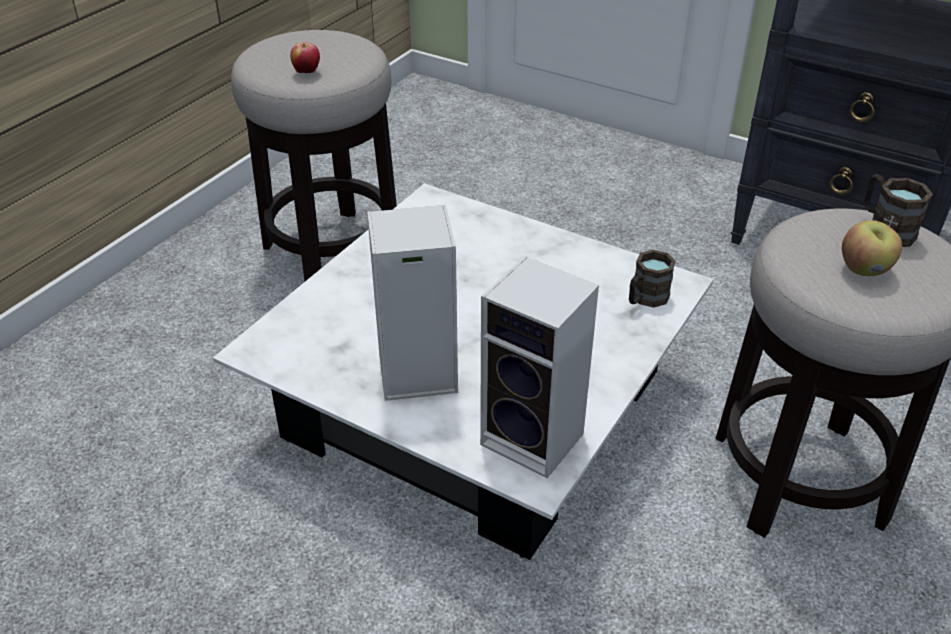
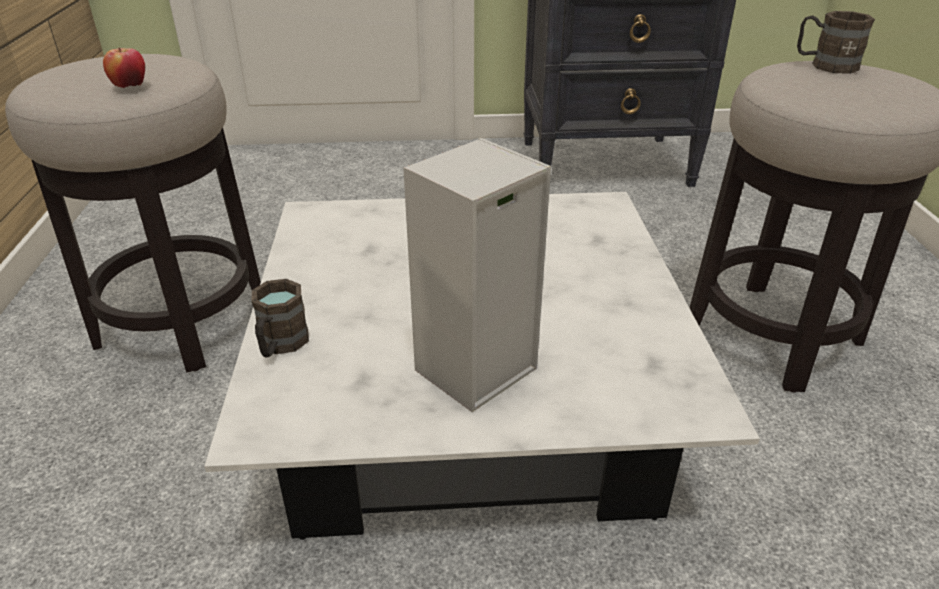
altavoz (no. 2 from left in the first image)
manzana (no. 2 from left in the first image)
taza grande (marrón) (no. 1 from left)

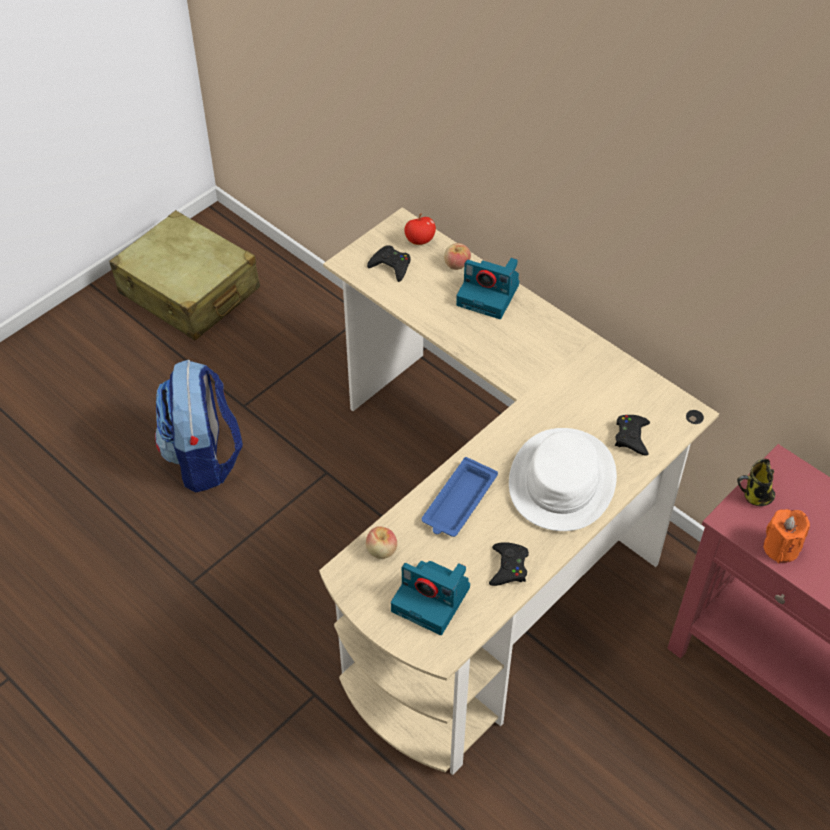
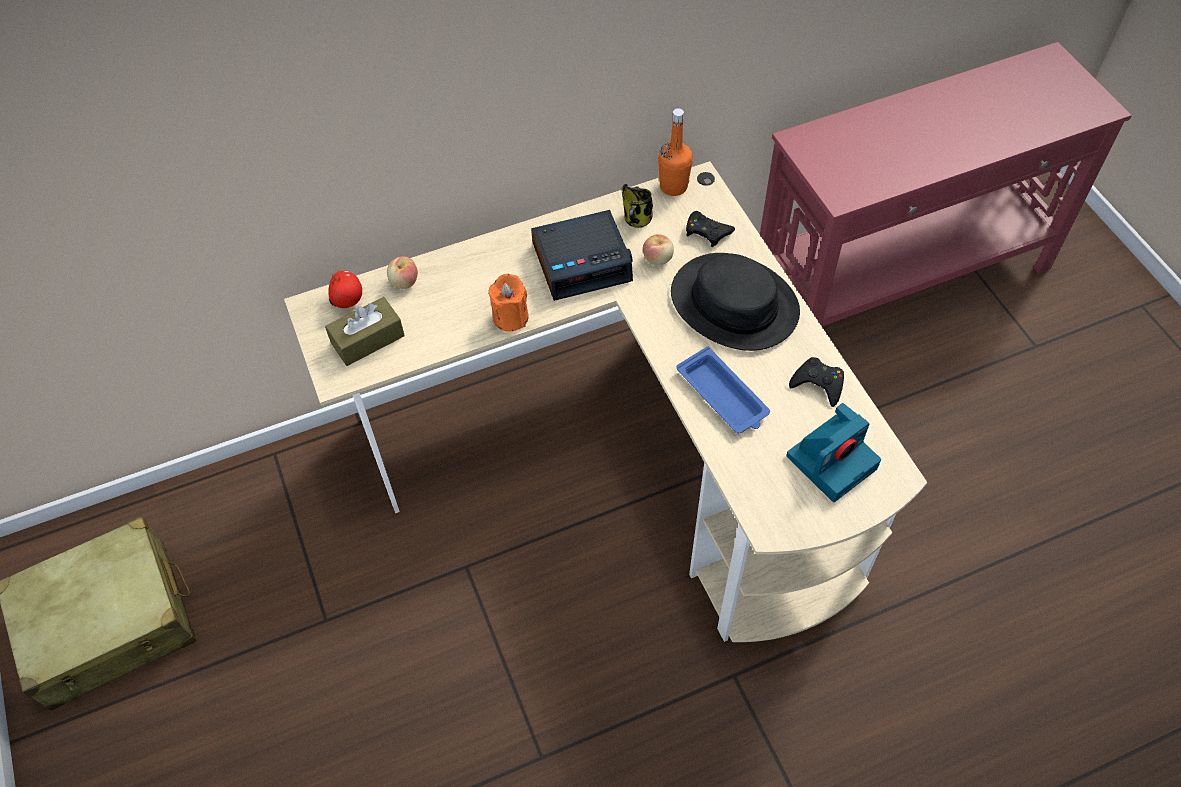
mochila
cámara (no. 2 from left in the first image)
despertador
botella (naranja)
manzana (no. 3 from left)
taza grande
vela (naranja)
caja de pañuelos (marrón)
sombrero (negro)

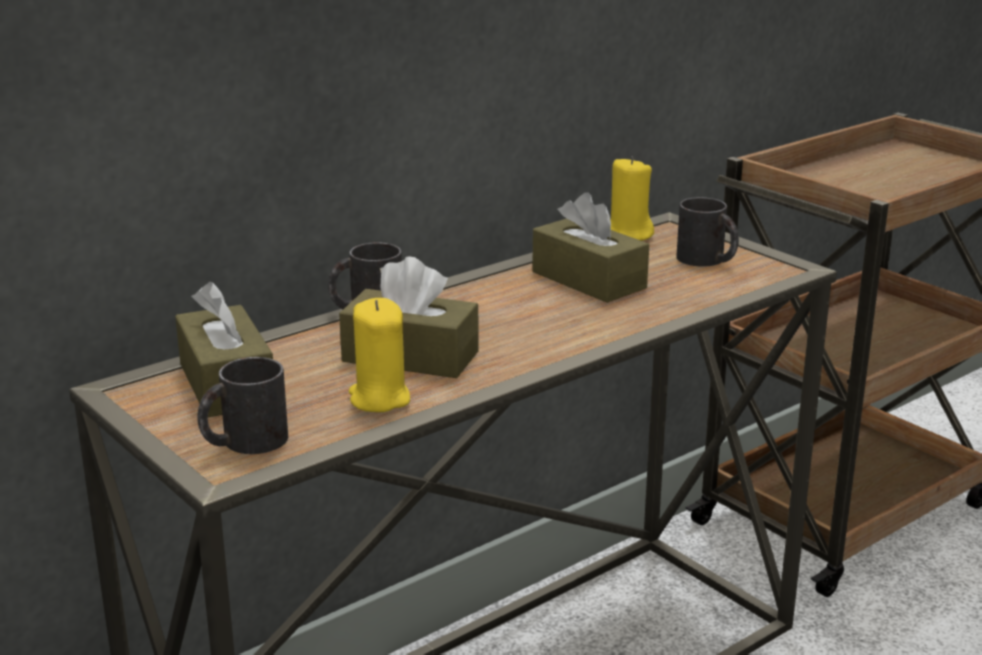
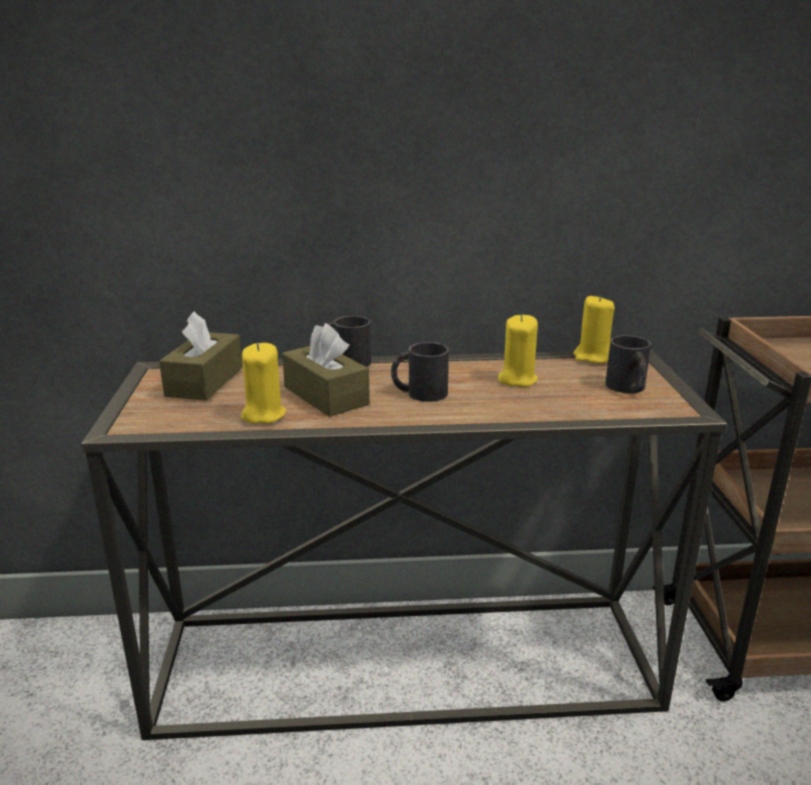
taza grande (negro) (no. 2 from left)
vela (amarillo) (no. 2 from left)

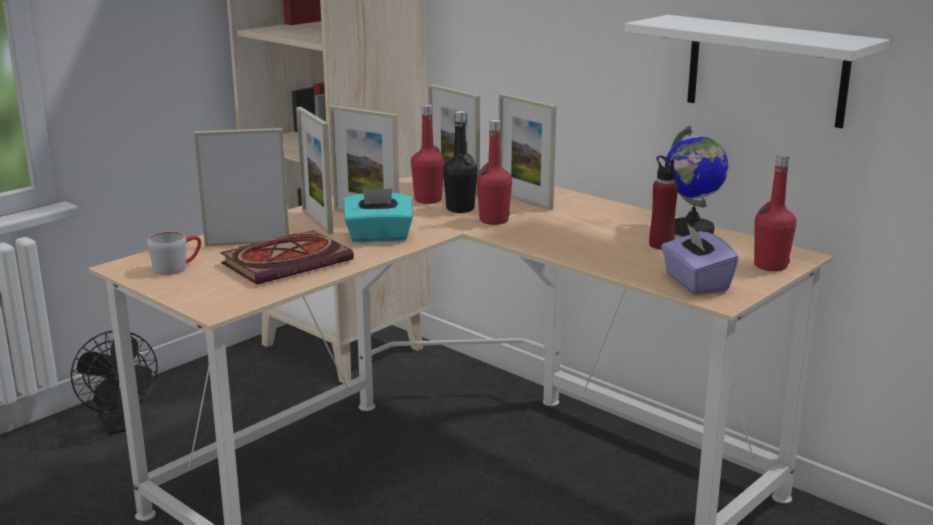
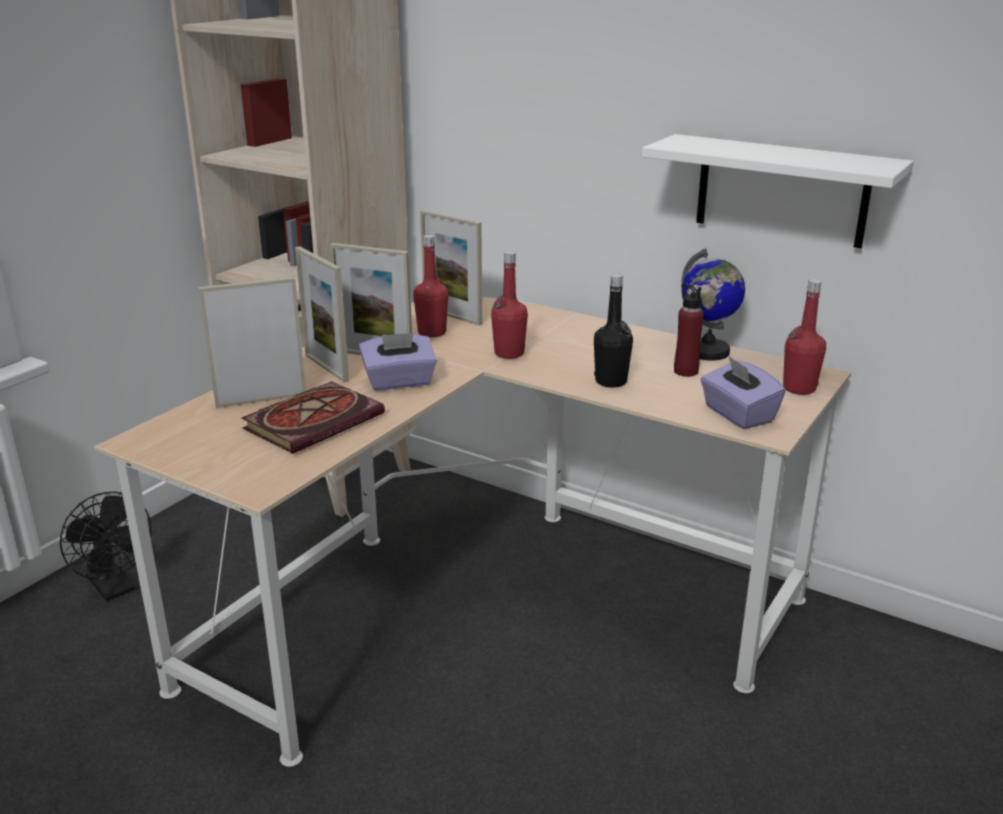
taza grande (gris)
portarretratos (no. 5 from left in the first image)
botella (negro)
caja de pañuelos (morado) (no. 1 from left)

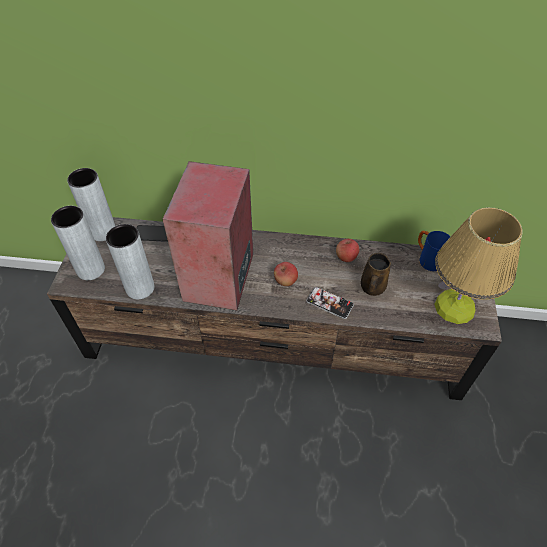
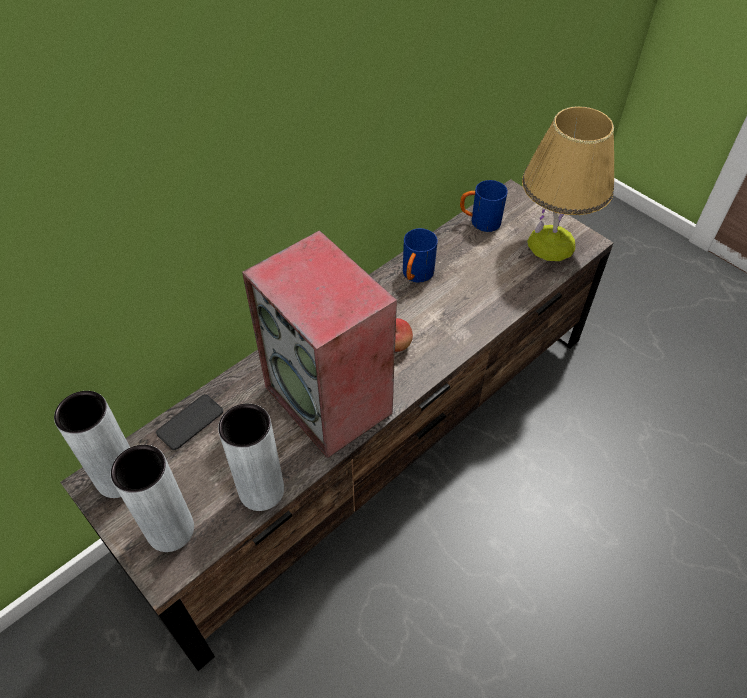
móvil (no. 2 from left in the first image)
taza grande (marrón)
taza grande (azul) (no. 1 from left)

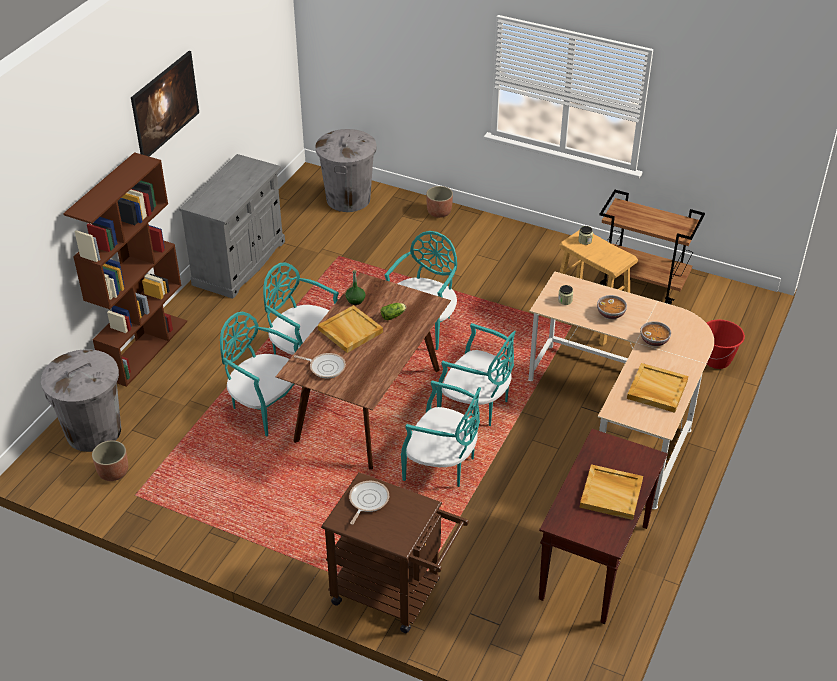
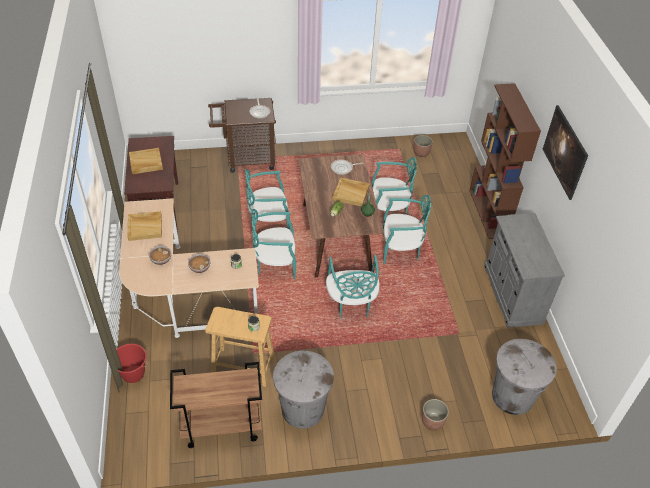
papelera (gris) (no. 1 from left)

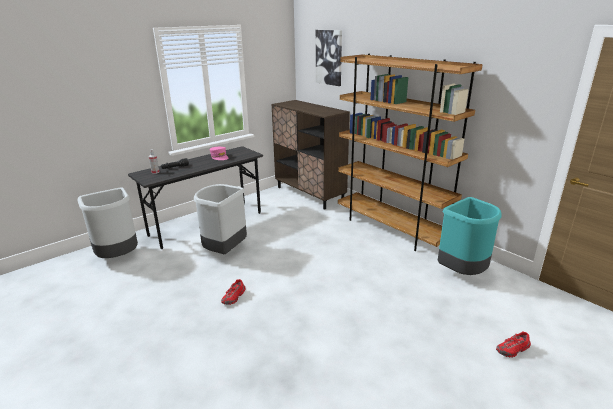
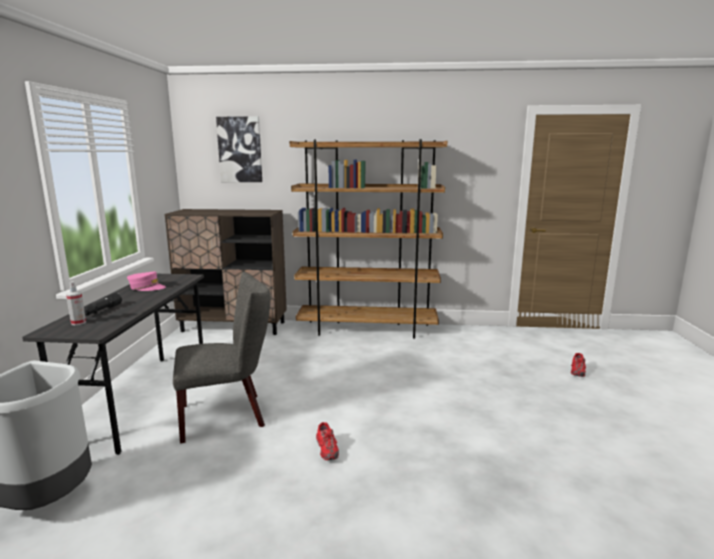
papelera (turquesa)
silla (gris)

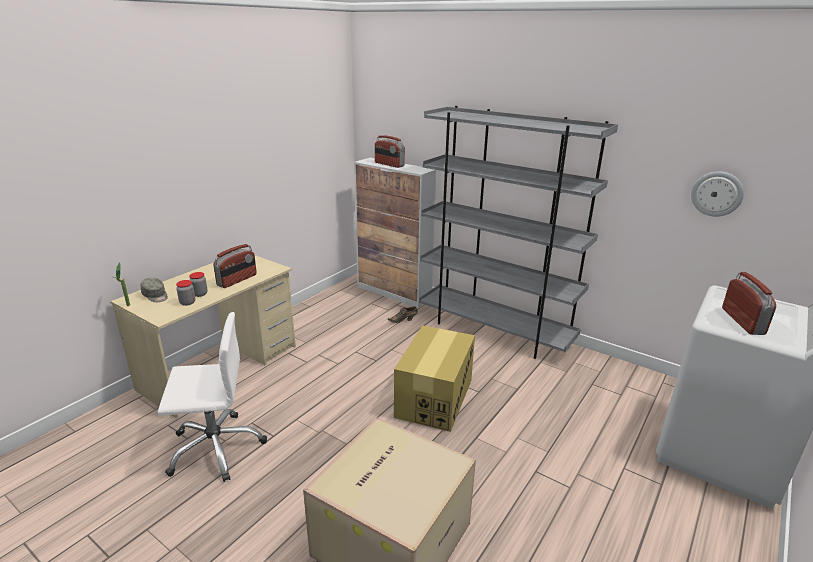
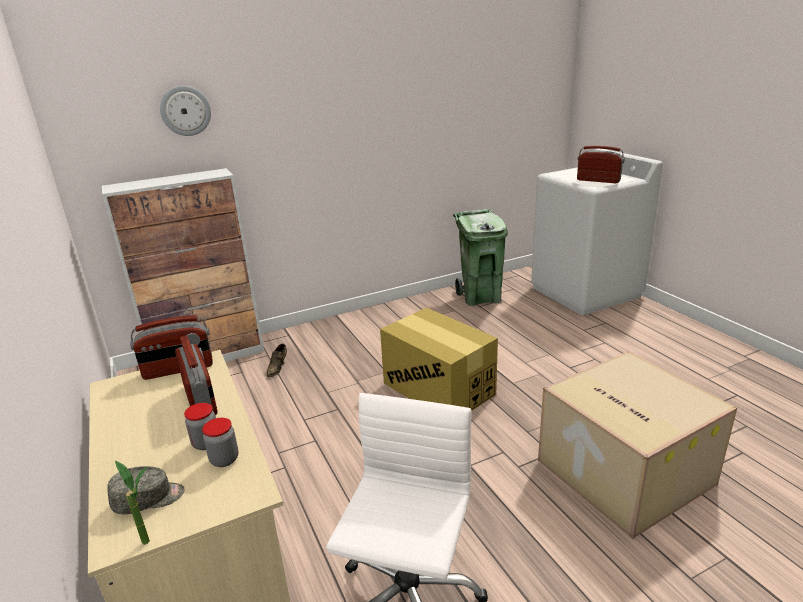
estantería (gris)
papelera (verde)
radio (no. 1 from left)
reloj de pared

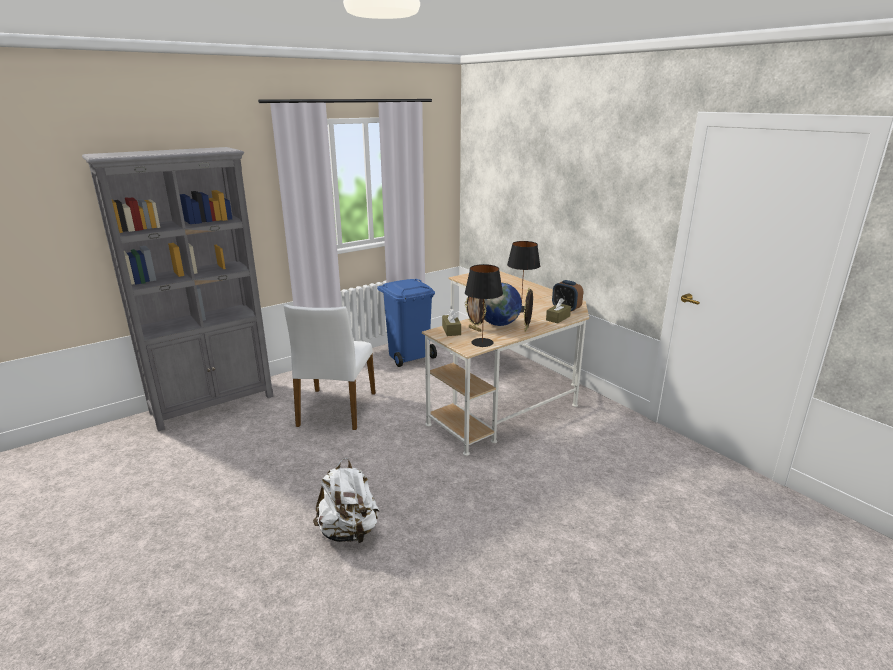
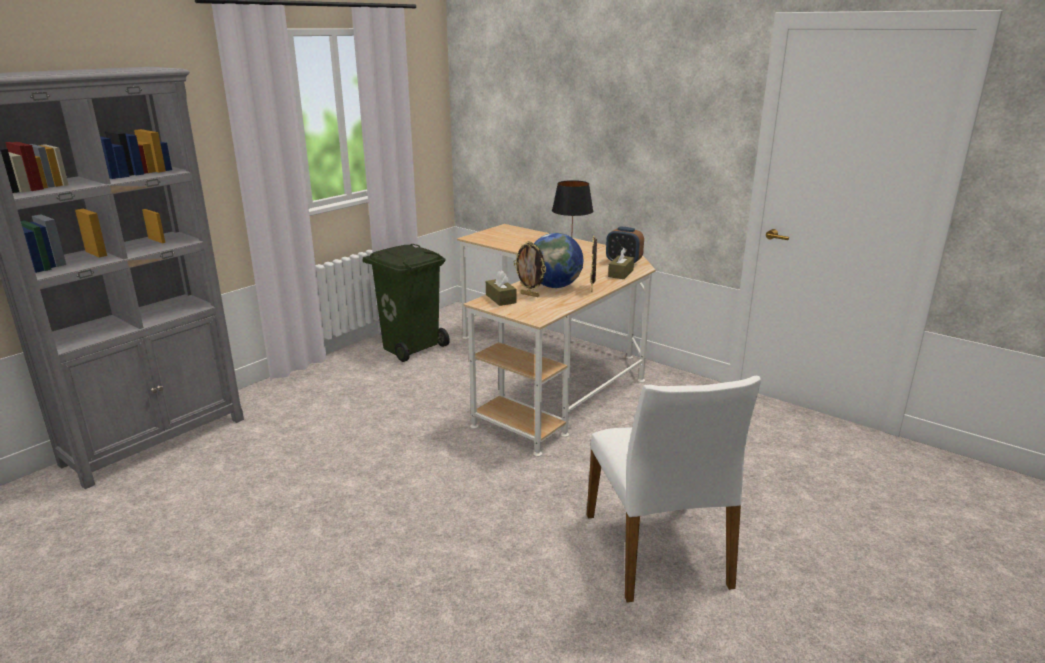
mochila (blanco)
lámpara de mesa (negro) (no. 1 from left in the first image)
silla (blanco)
papelera (verde)

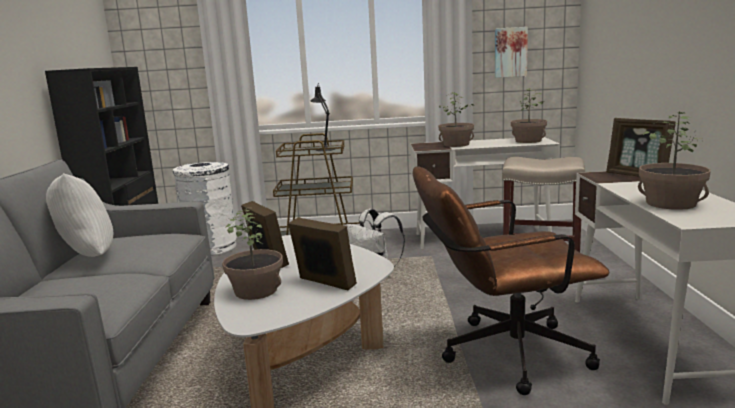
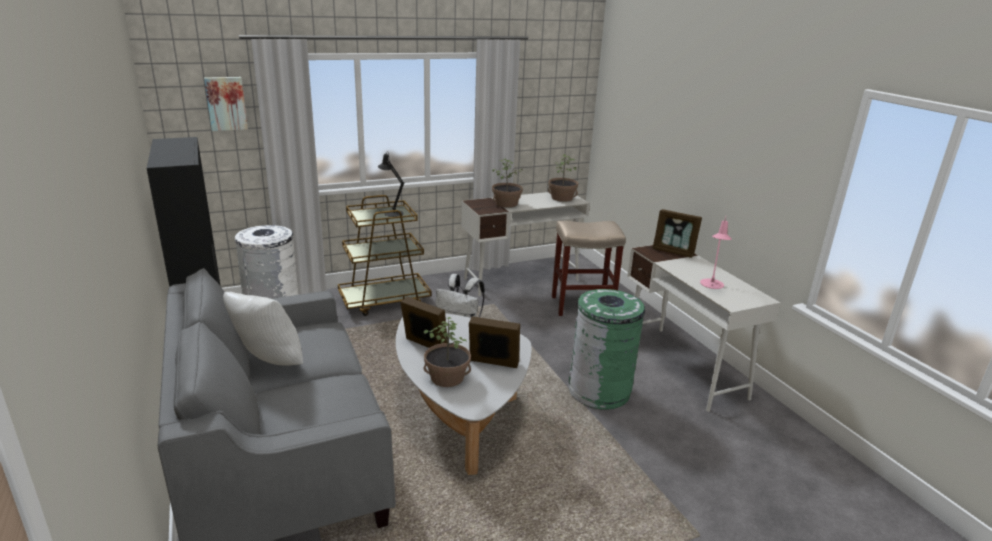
cuadro
papelera (verde)
lámpara de mesa (rosa)

